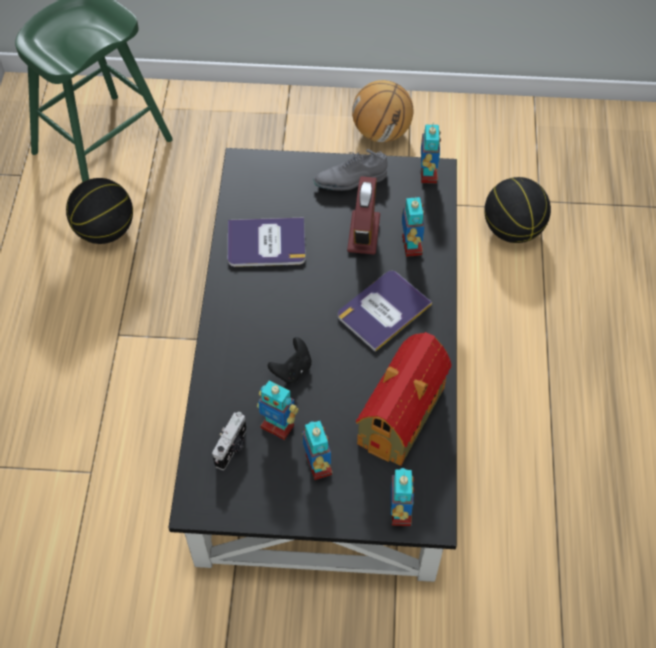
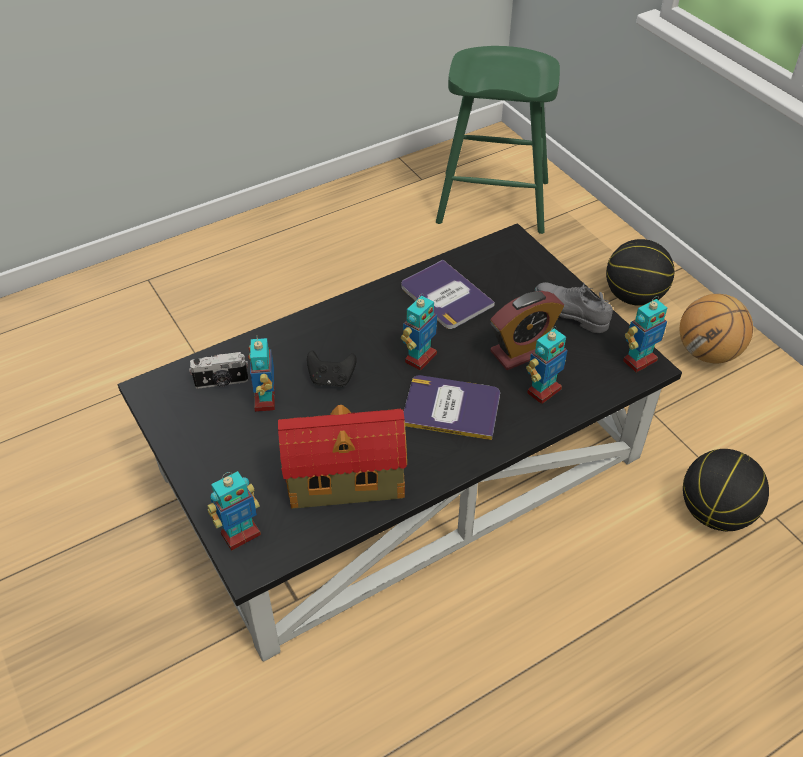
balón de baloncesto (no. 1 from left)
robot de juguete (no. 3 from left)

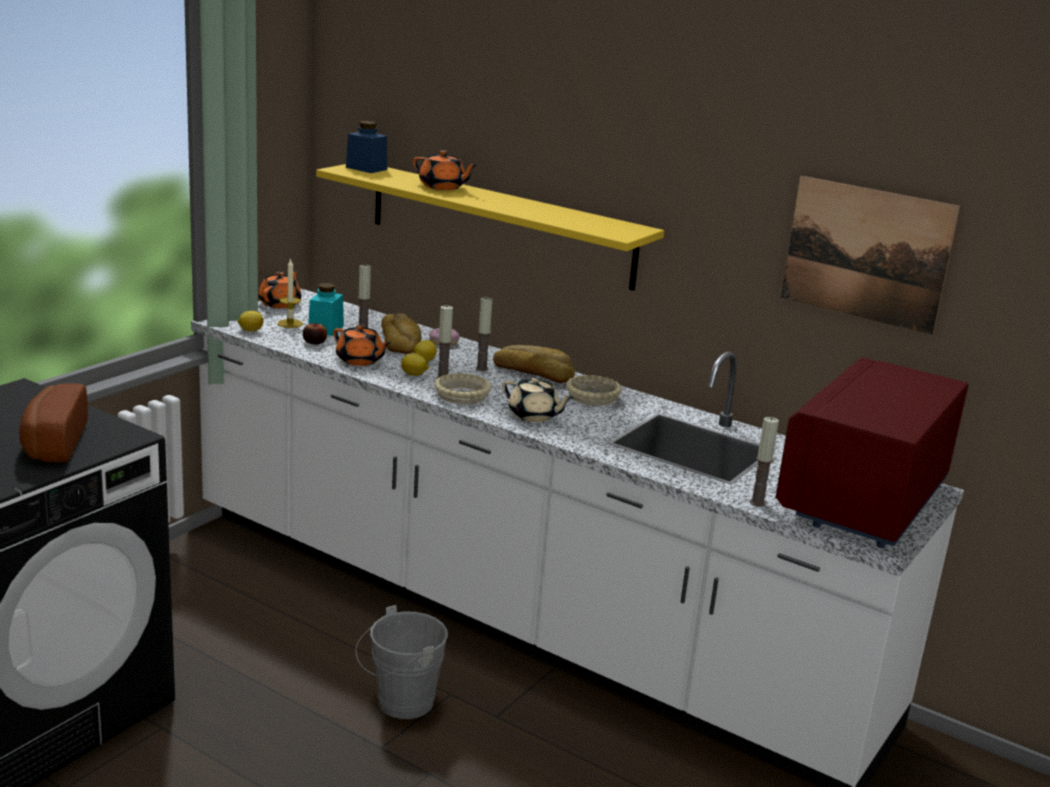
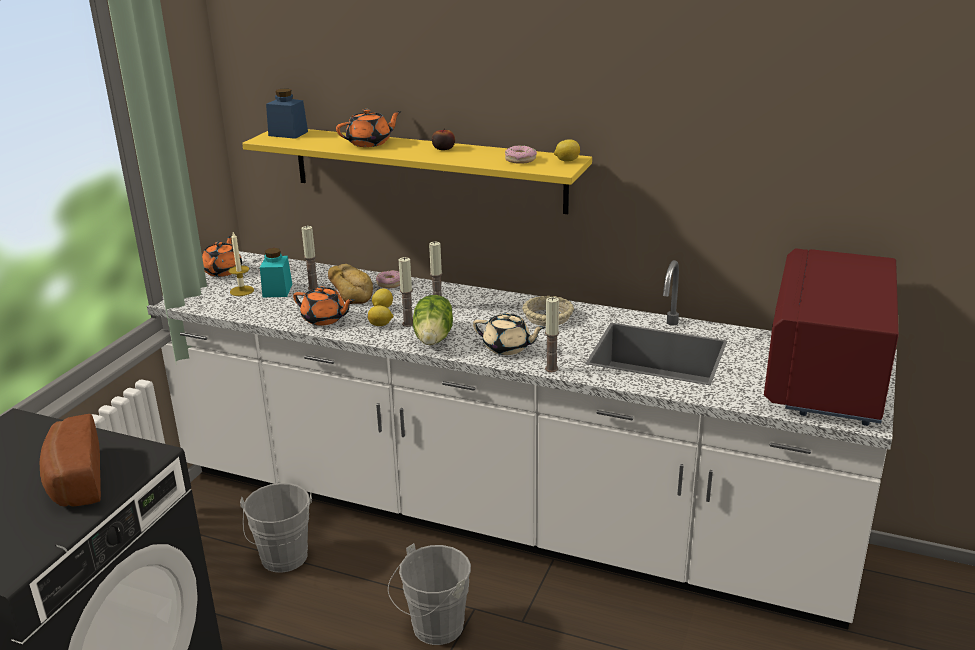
pan (no. 3 from left in the first image)
cuadro
cubo (gris) (no. 1 from left)
rosquilla (no. 2 from left)
limón (no. 3 from left)
manzana
vela (no. 5 from left)
lechuga
tetera (naranja) (no. 3 from left)

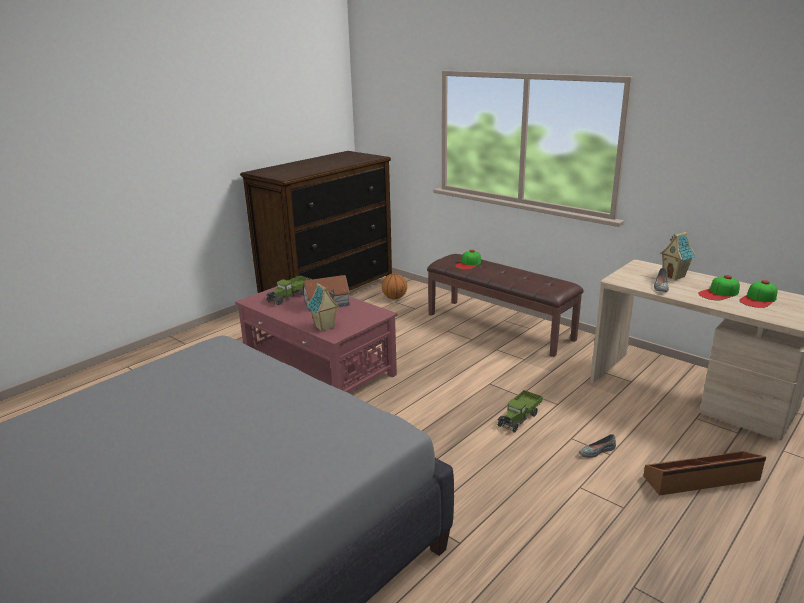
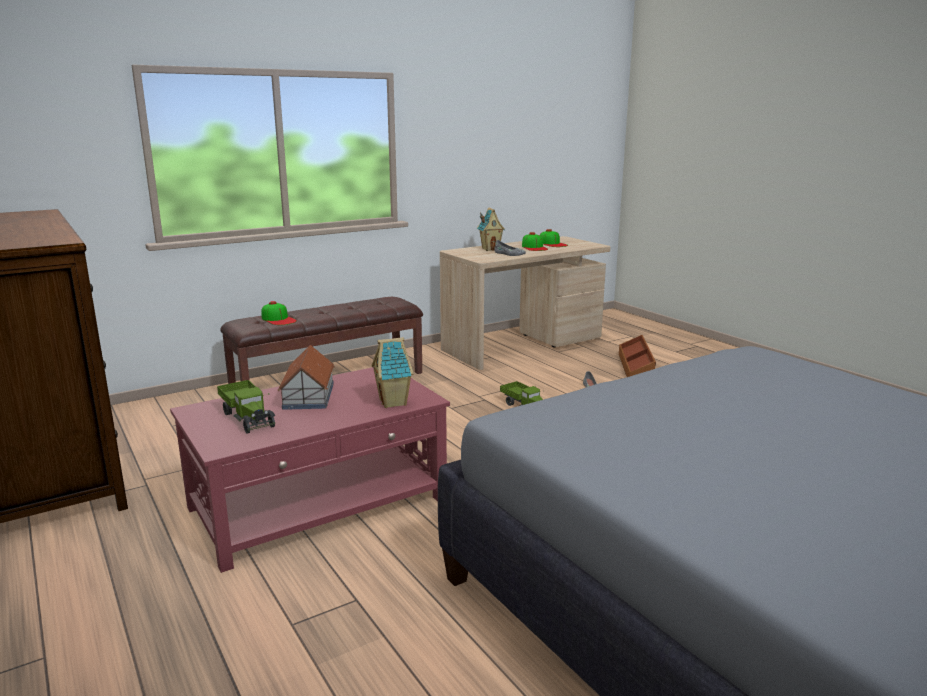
balón de baloncesto

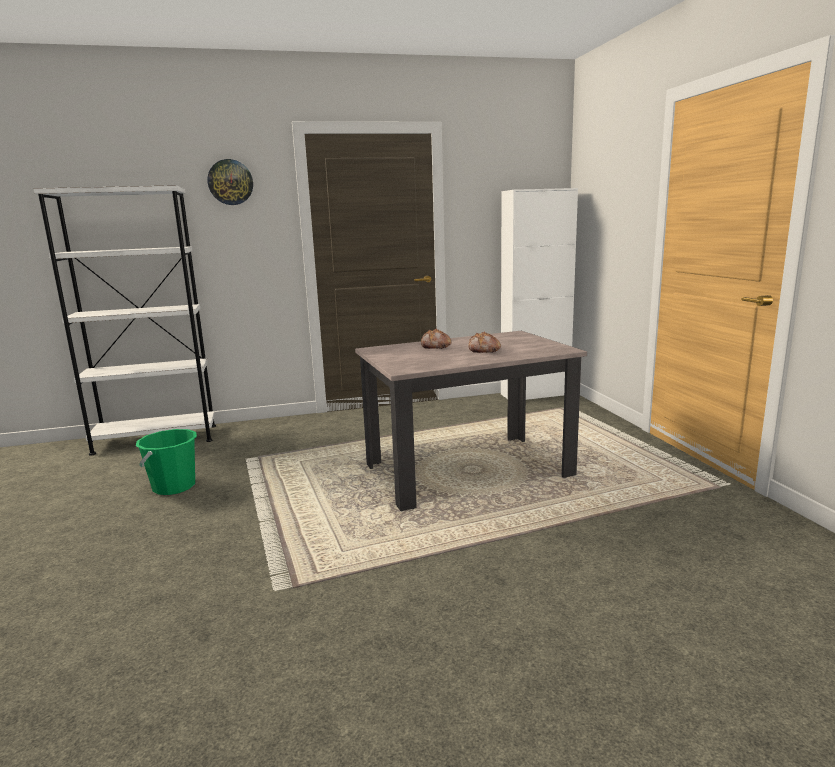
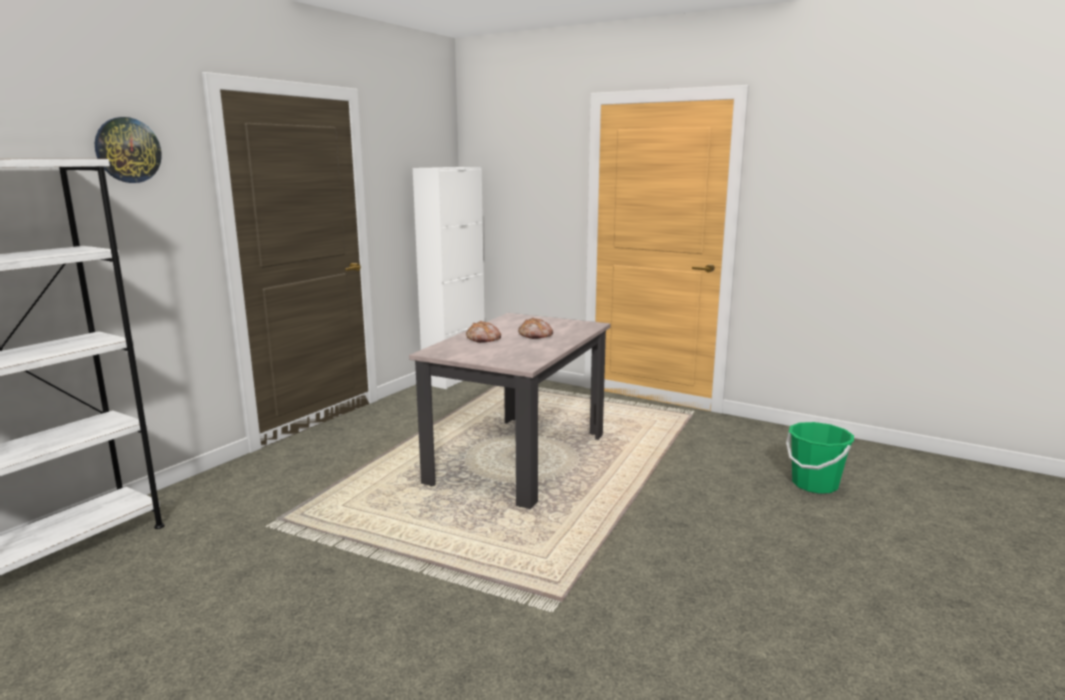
cubo (verde)

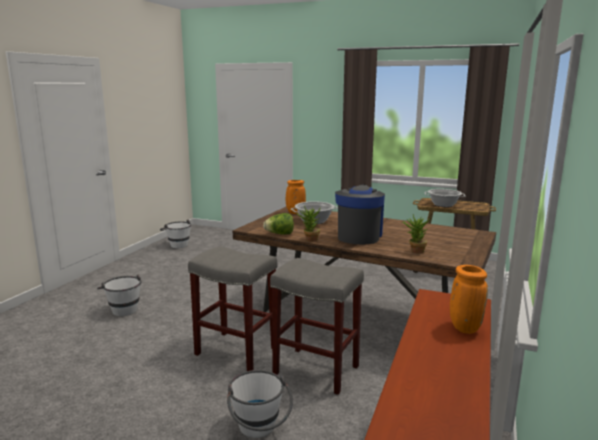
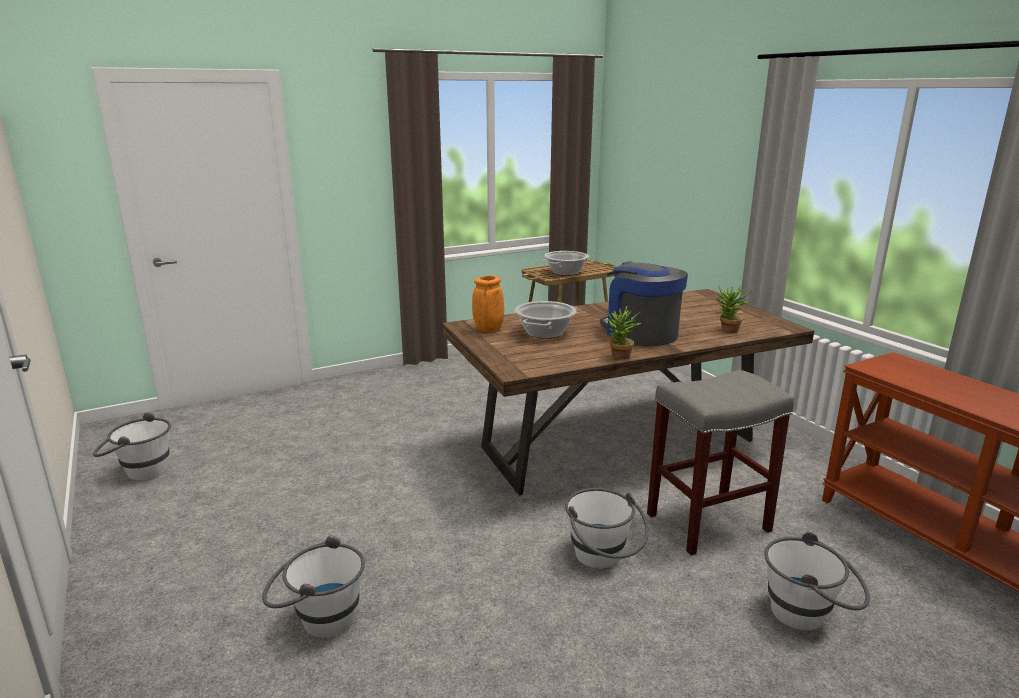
lechuga
florero (naranja) (no. 2 from left in the first image)
cubo (blanco) (no. 3 from left)

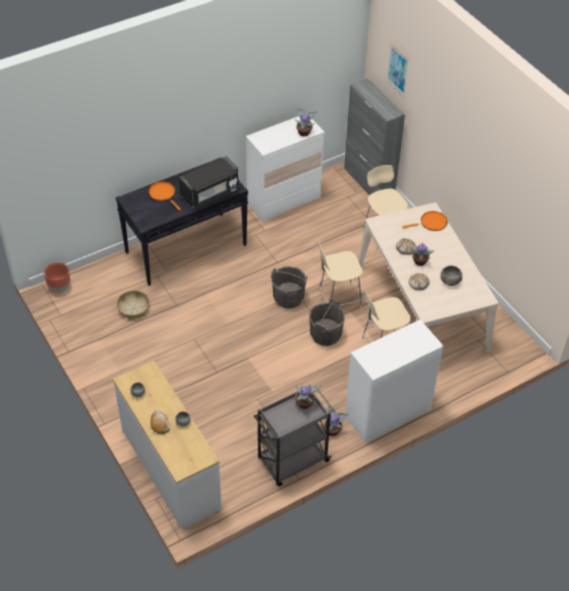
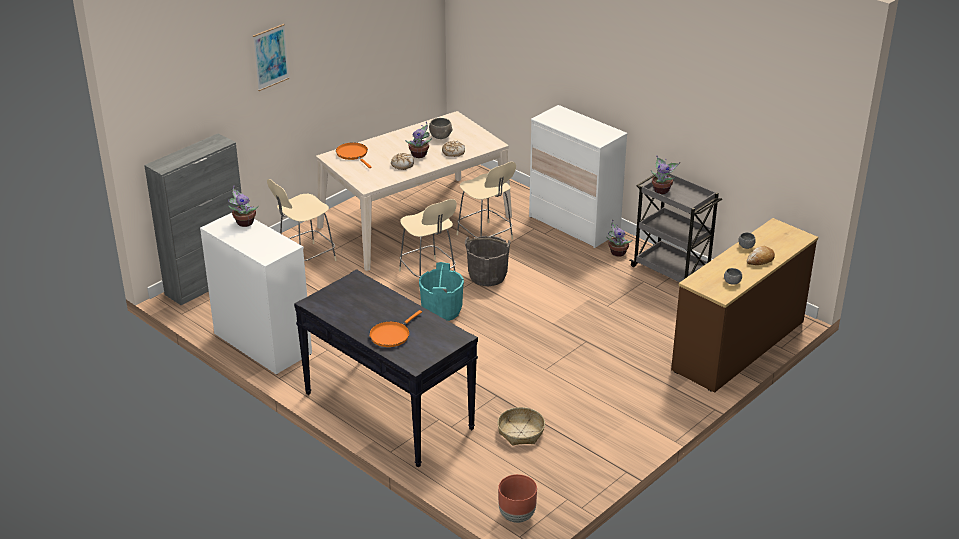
microondas (negro)
cuadro
cómoda (marrón)
cubo (turquesa)

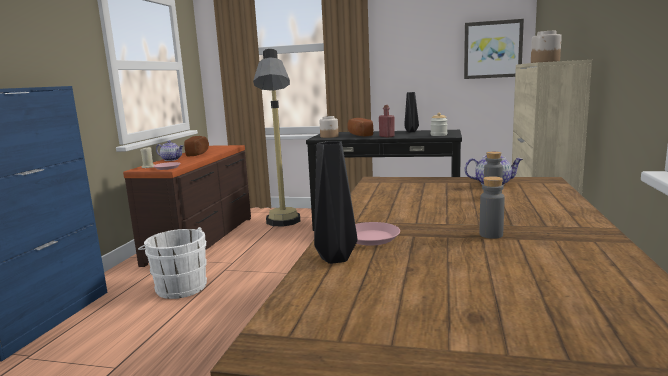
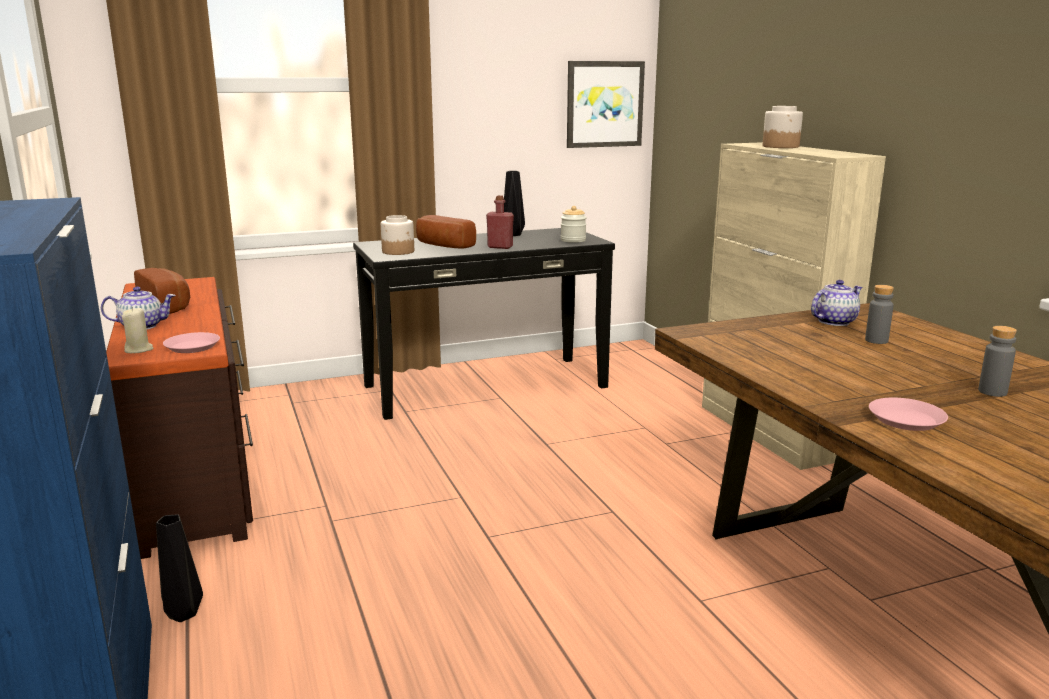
cubo (blanco)
lámpara de pie
florero (negro) (no. 1 from left)

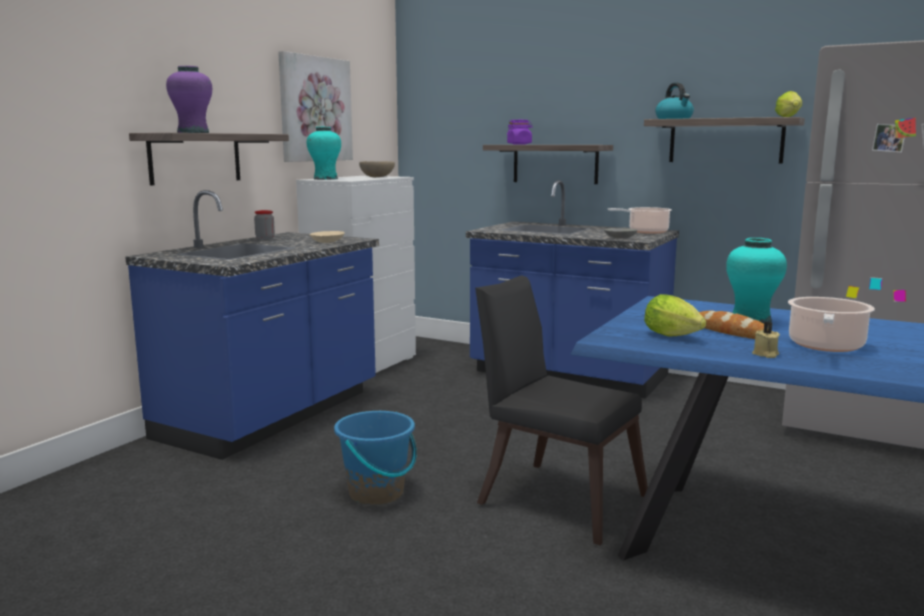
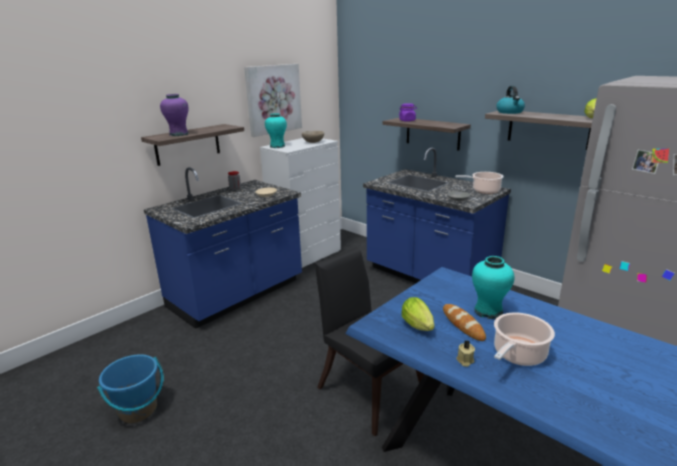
cubo (azul)

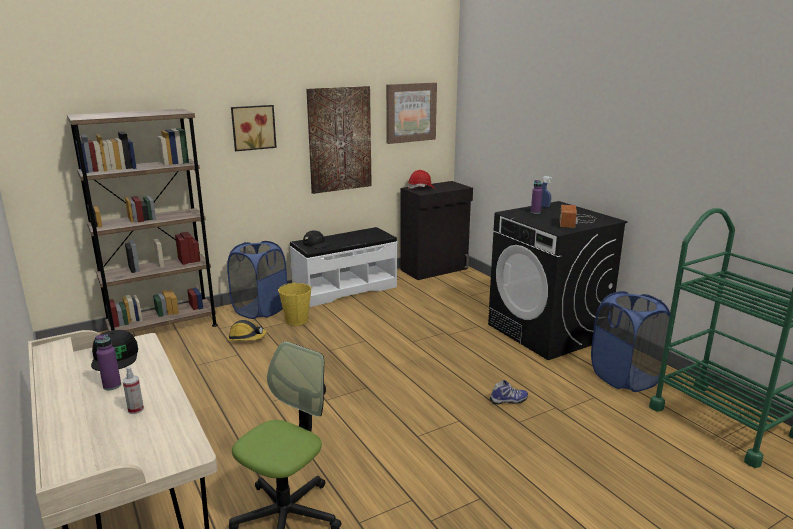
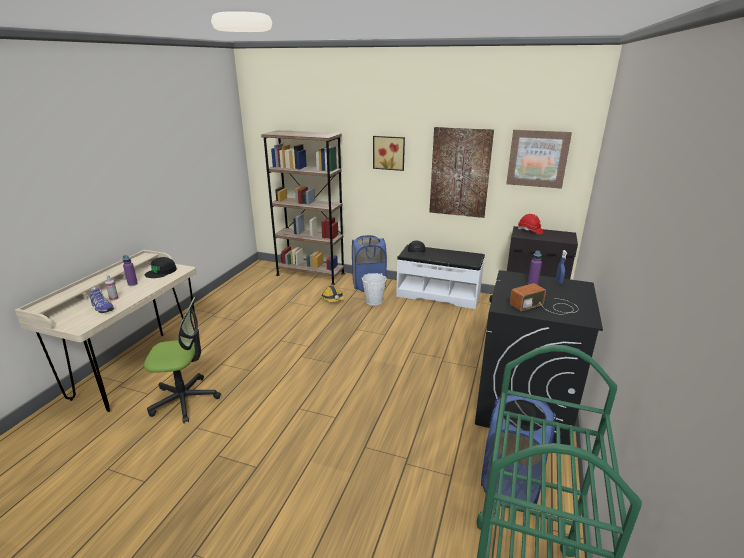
zapato
cubo (blanco)

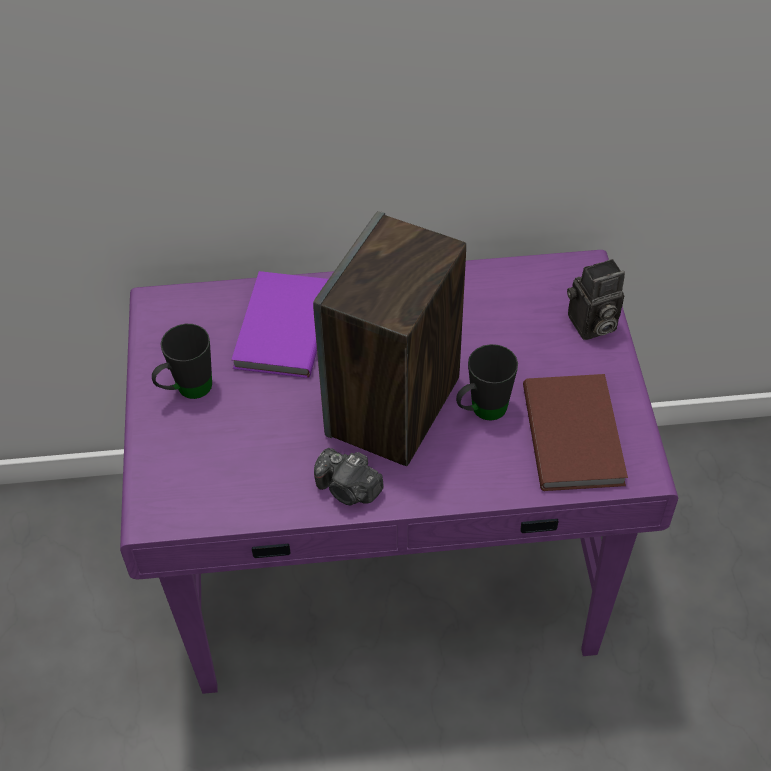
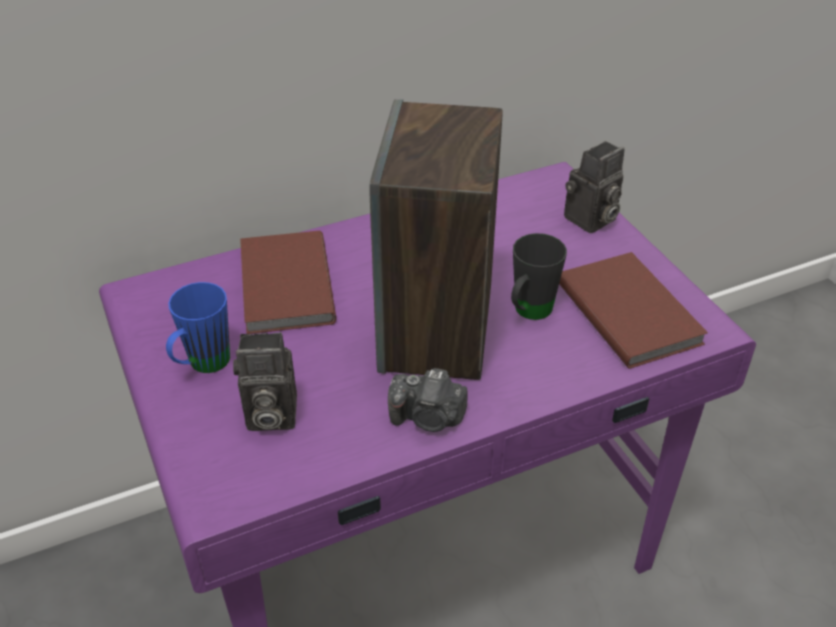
cámara (no. 1 from left)
taza grande (azul)
libro (marrón) (no. 1 from left)

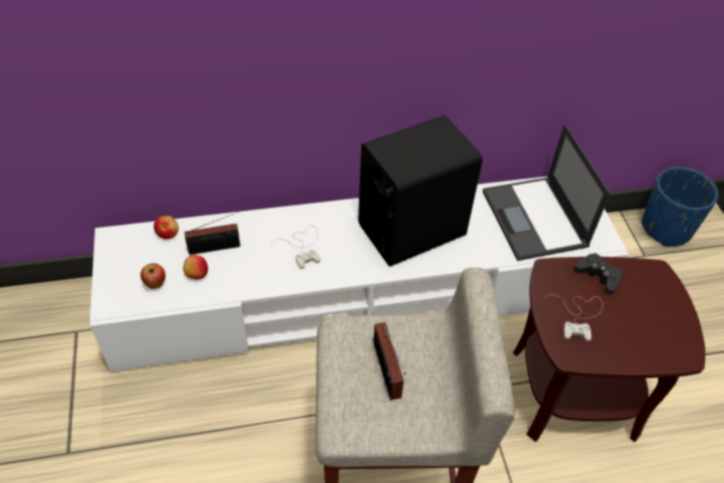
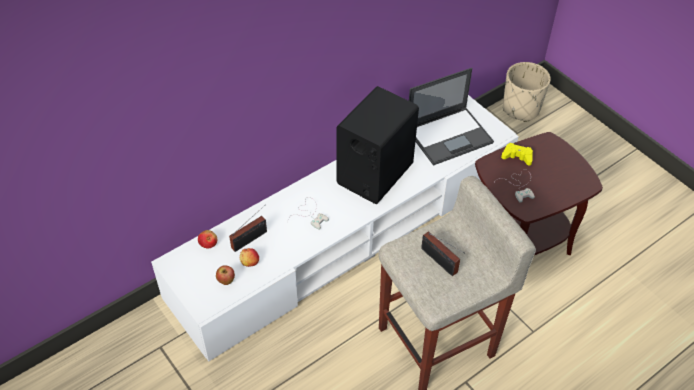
mando de consola (amarillo)
maceta (beis)
portátil

